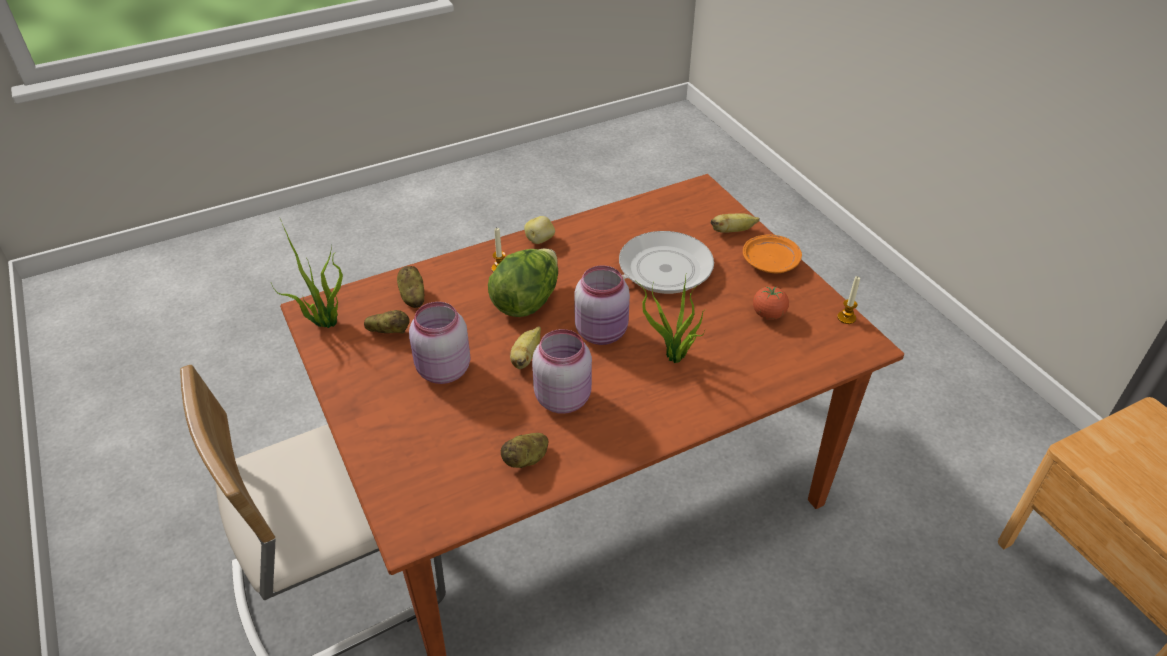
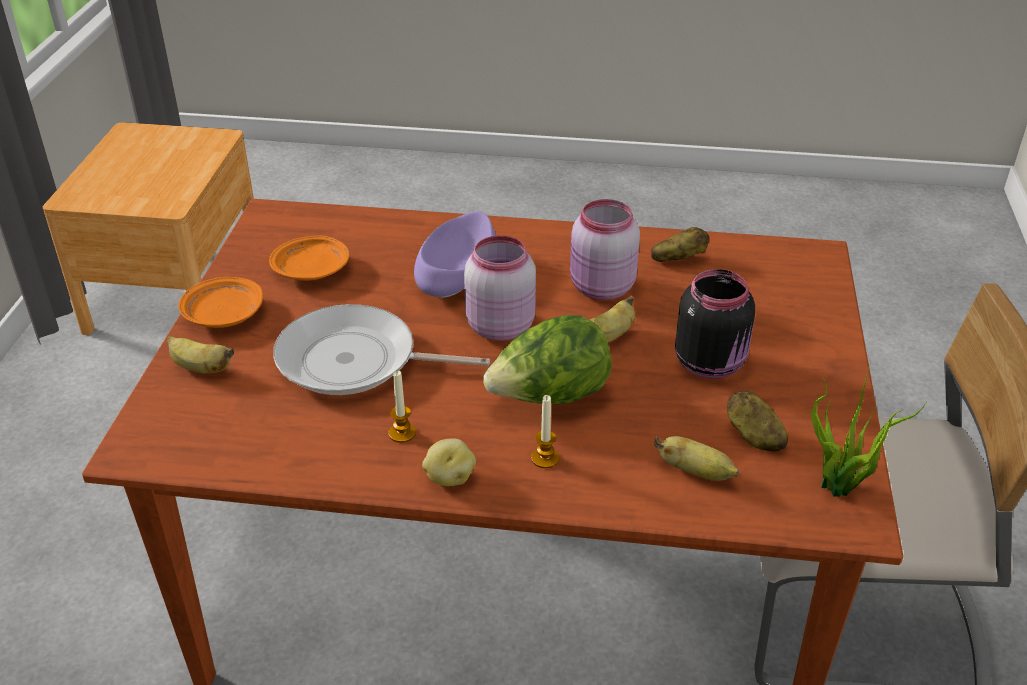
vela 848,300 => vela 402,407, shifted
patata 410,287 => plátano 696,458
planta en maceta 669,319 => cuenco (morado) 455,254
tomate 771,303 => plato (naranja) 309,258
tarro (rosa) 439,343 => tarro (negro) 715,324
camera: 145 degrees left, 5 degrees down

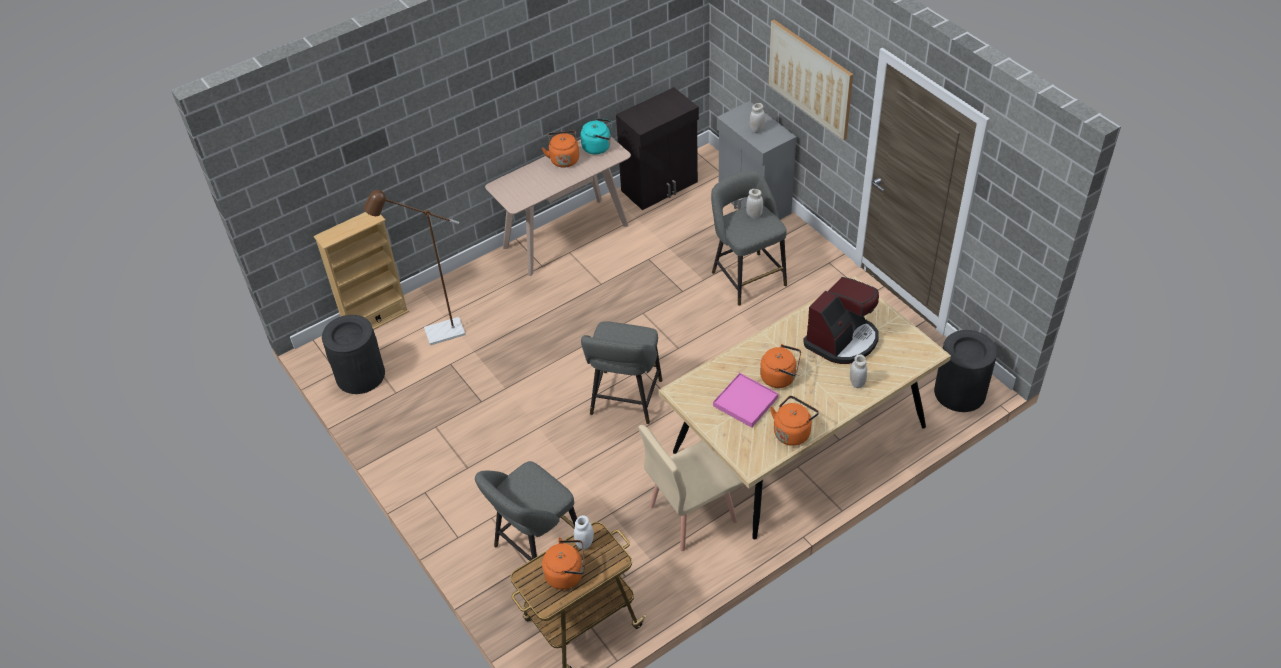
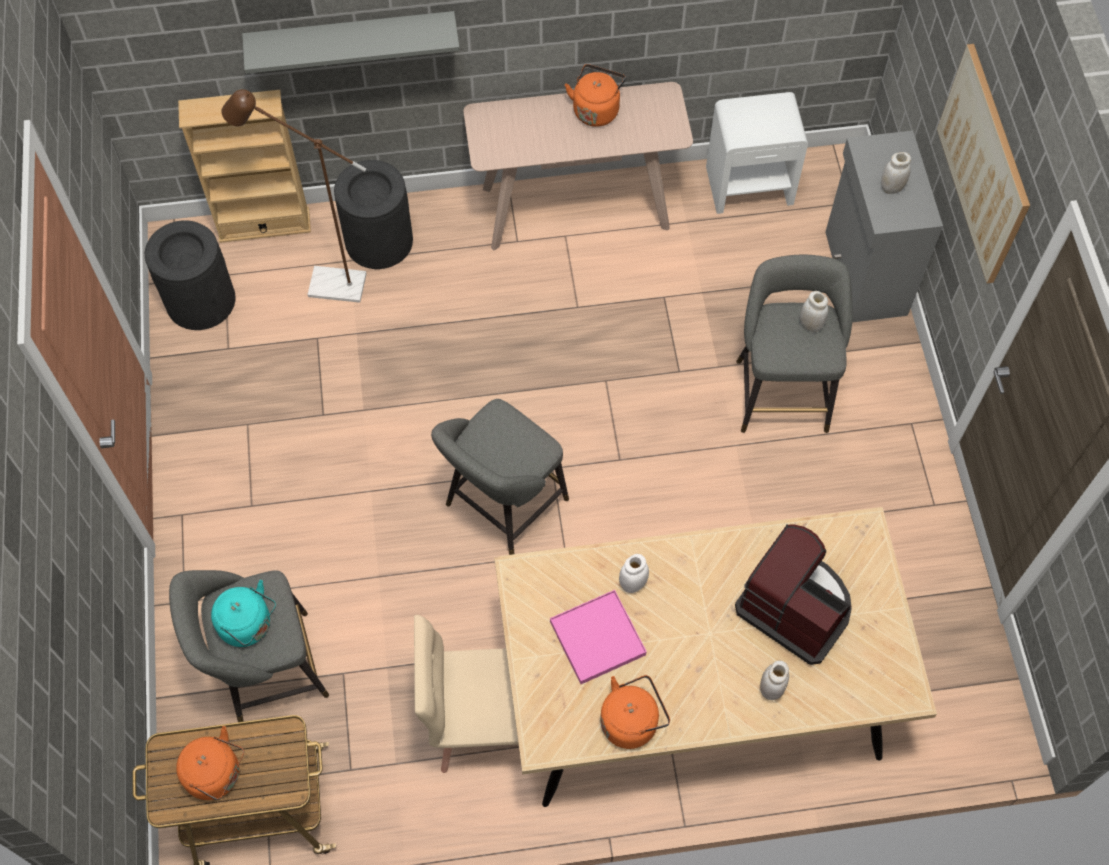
hervidor (naranja) 780,366 => nothing
nothing => estante (gris) 351,42
tarro (blanco) 584,532 => tarro (blanco) 634,573, shifted
hervidor (turquesa) 596,136 => hervidor (turquesa) 243,613, shifted
papelera (negro) 965,371 => papelera (negro) 373,214, shifted
armario (negro) 657,148 => mesita de noche (blanco) 757,153
cafetera 841,320 => cafetera 793,594, 120 degrees counterclockwise
camera: 25 degrees right, 15 degrees up

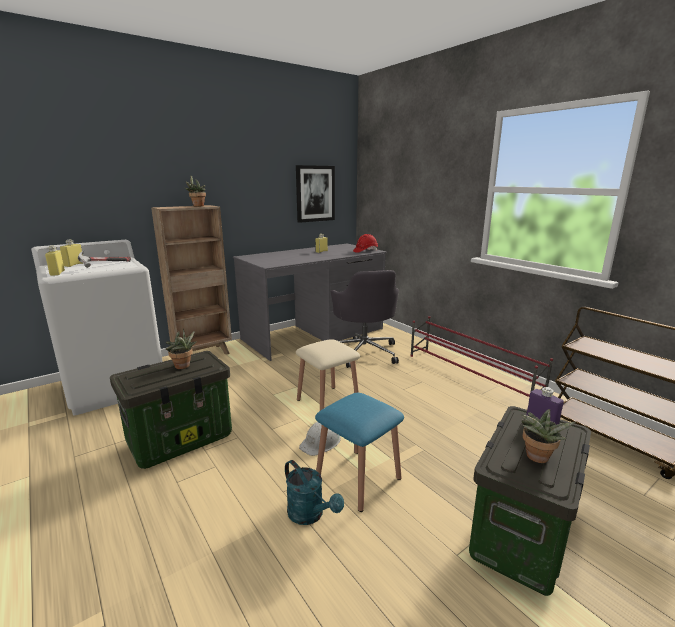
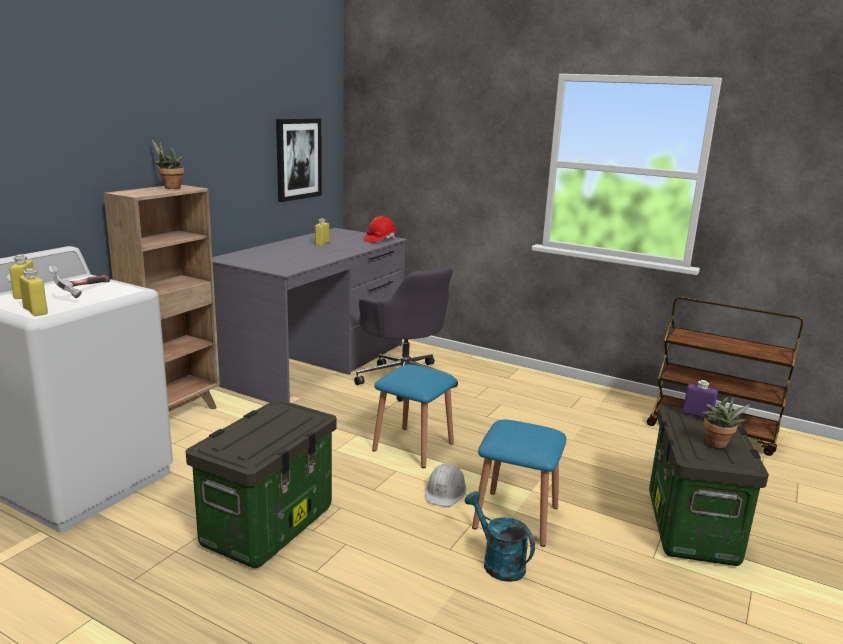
planta en maceta 181,349 => nothing
zapatero (rojo) 481,362 => nothing
taburete (beis) 328,375 => taburete (azul) 414,416
regadera (turquesa) 314,492 => regadera (turquesa) 500,536, 150 degrees counterclockwise
camera: 25 degrees left, 0 degrees up

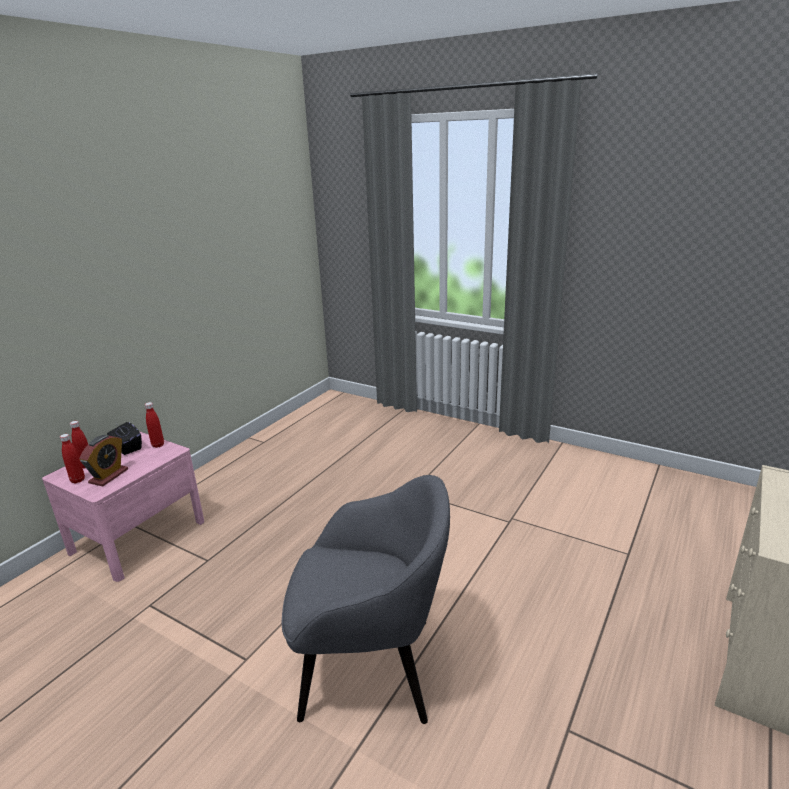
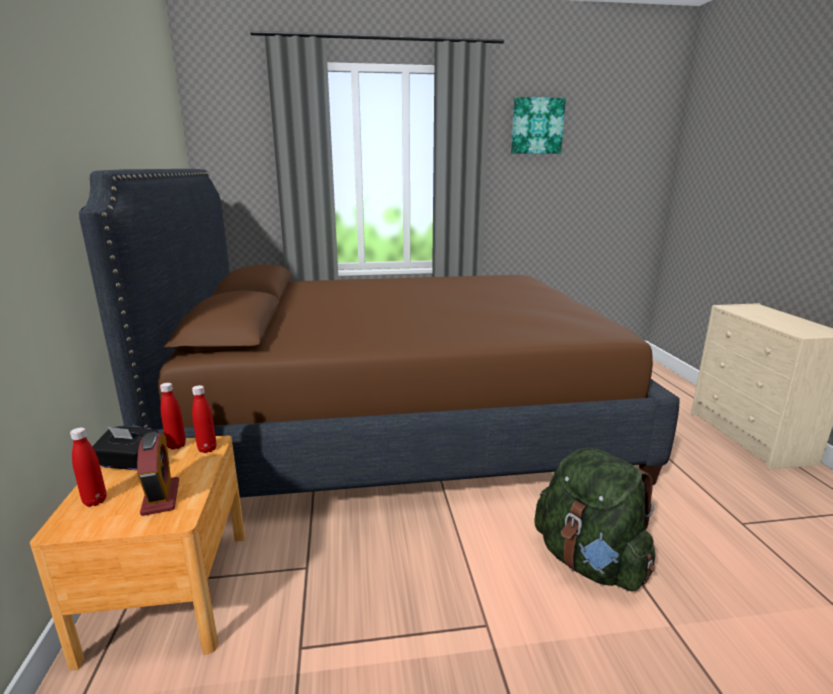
nothing => cama (marrón) 379,333
nothing => cuadro 538,125
botella (rojo) 72,459 => botella (rojo) 204,419, shifted
sillón (gris) 366,599 => mochila (verde) 595,519
mesita de noche (rosa) 123,507 => mesita de noche (marrón) 137,552
camera: 40 degrees left, 5 degrees down

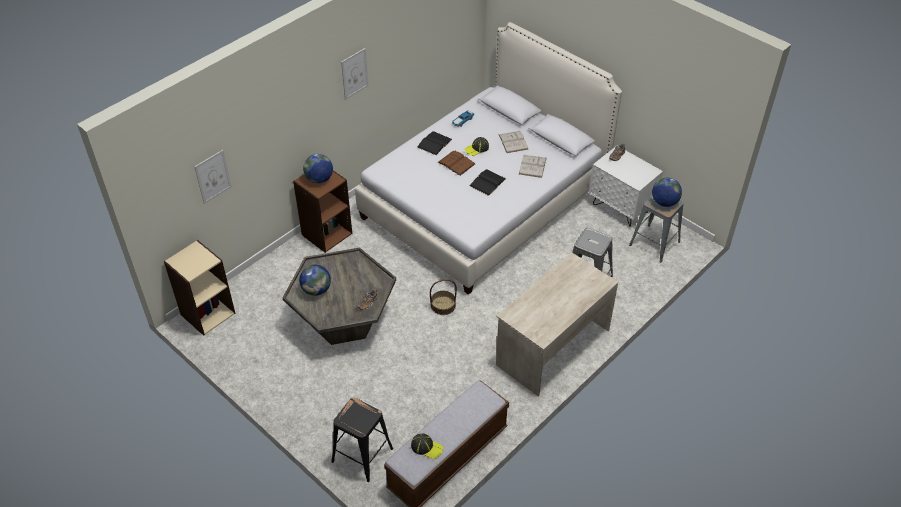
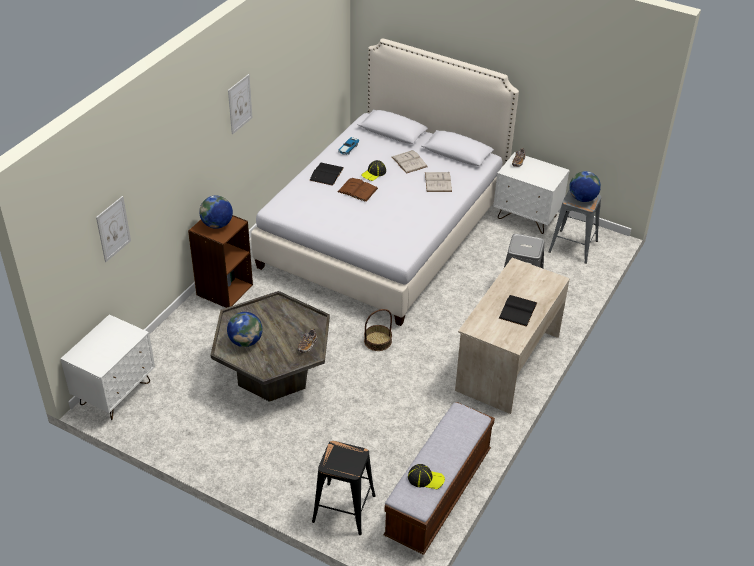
libro (negro) 488,182 => libro (negro) 518,311, shifted
estantería (beis) 199,288 => mesita de noche (blanco) 108,367
camera: 15 degrees left, 5 degrees down

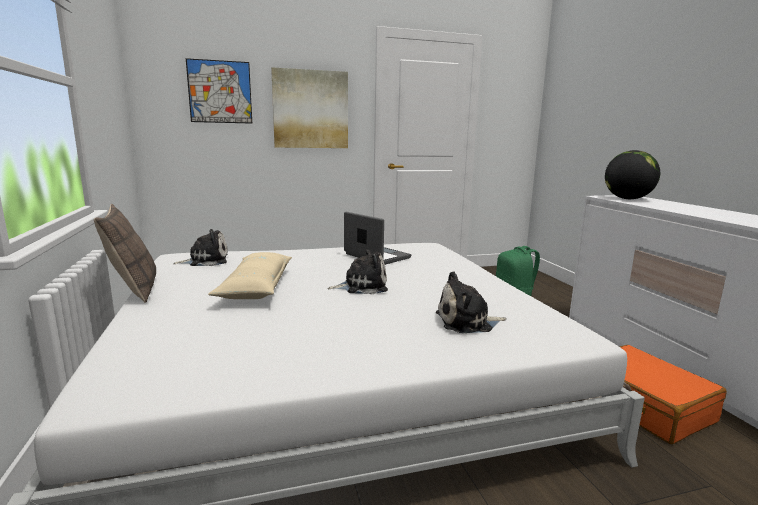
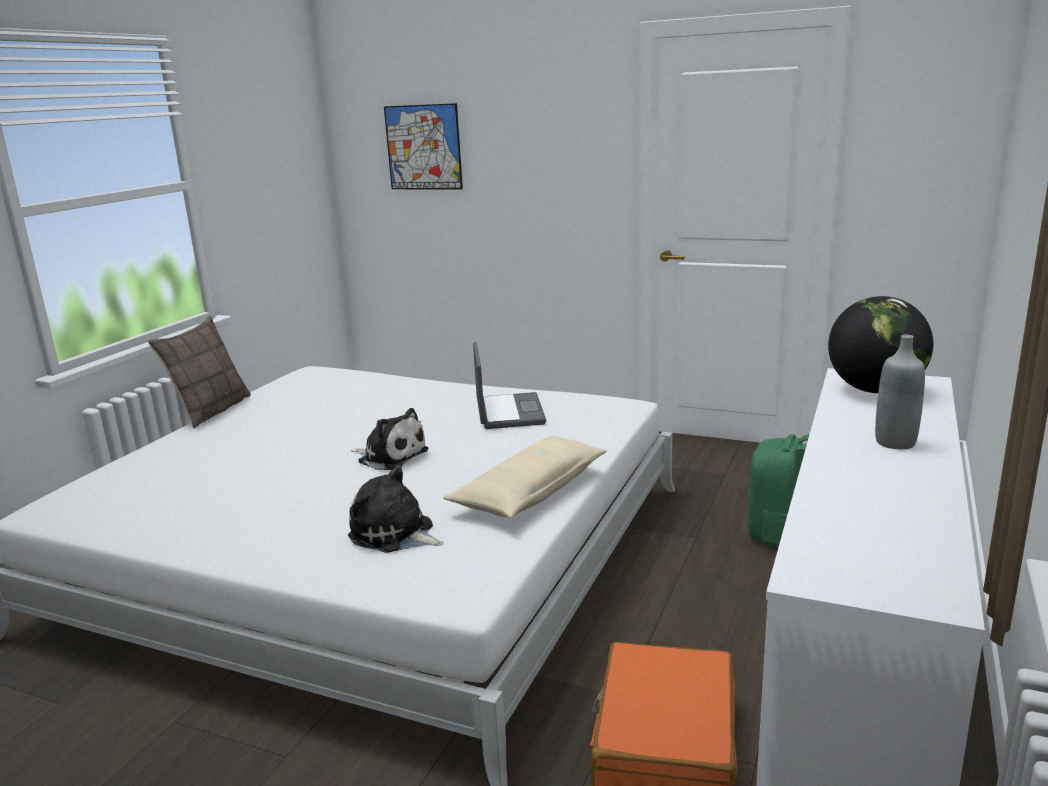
peluche 200,247 => nothing
cuadro 309,107 => nothing
nothing => botella (gris) 900,391
cojín (beis) 250,275 => cojín (beis) 525,477, shifted
camera: 40 degrees right, 5 degrees up

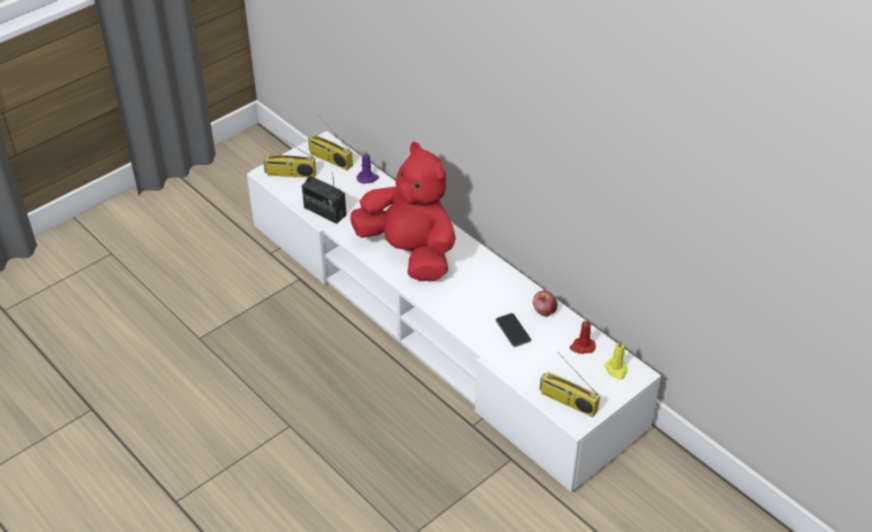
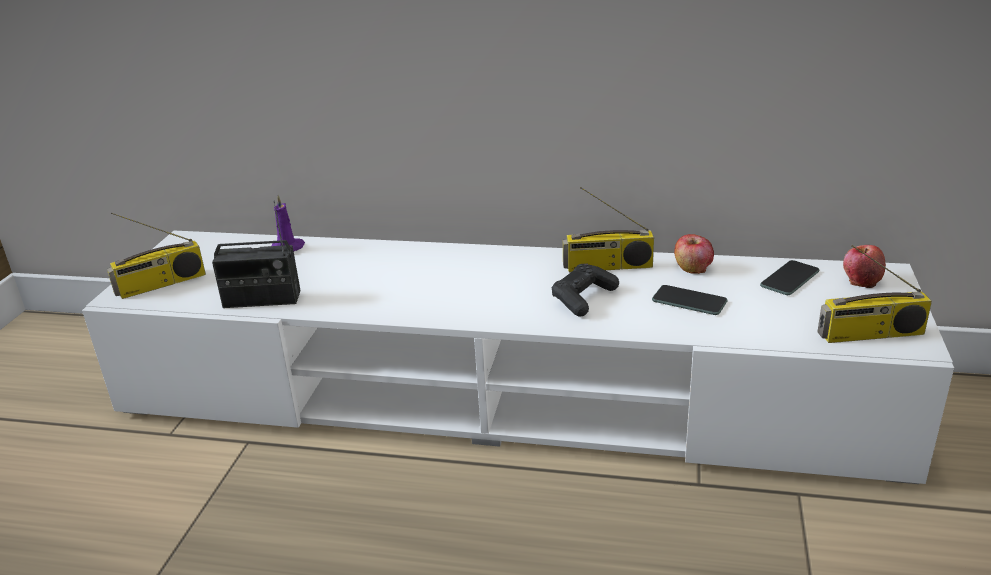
peluche (rojo) 403,211 => nothing
nothing => mando de consola (negro) 585,290
radio 330,142 => radio 608,229, shifted
vela (rojo) 583,336 => móvil 790,277
vela (amarillo) 616,360 => manzana 864,266
camera: 35 degrees left, 15 degrees down

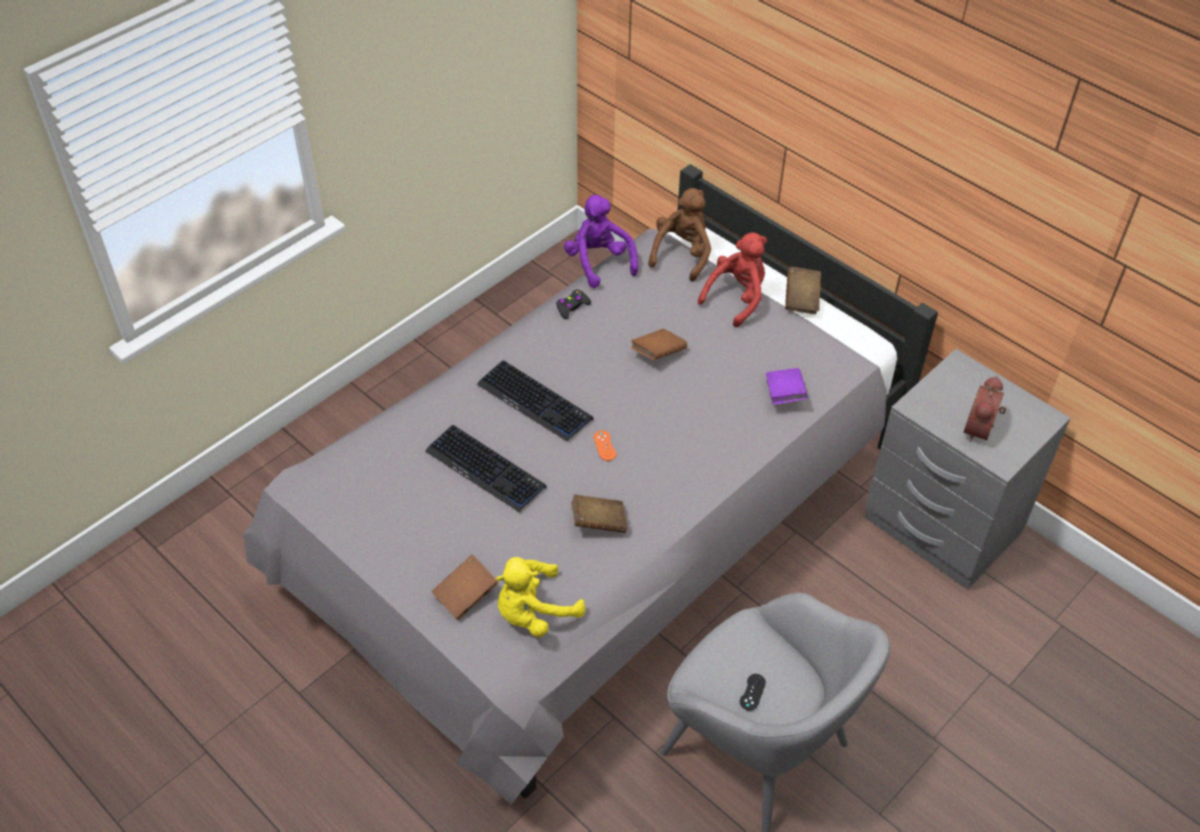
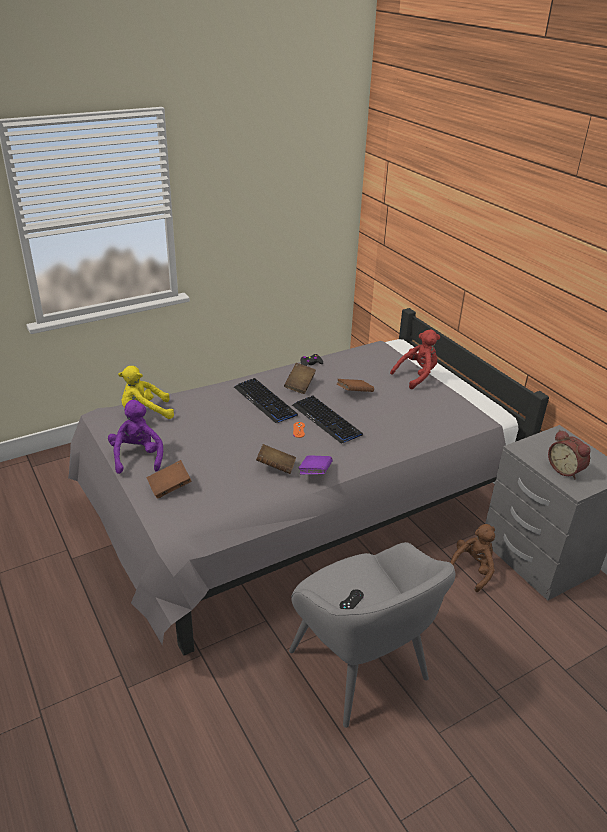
teclado 485,469 => teclado 327,419, shifted
peluche (amarillo) 540,597 => peluche (amarillo) 146,392, shifted
peluche (morado) 601,241 => peluche (morado) 135,437, shifted
peluche (marrón) 679,235 => peluche (marrón) 472,558, shifted
libro (morado) 787,386 => libro (morado) 316,465, shifted
libro (marrón) 803,290 => libro (marrón) 300,378, shifted
despertador 985,409 => despertador 569,454, 75 degrees counterclockwise
camera: 15 degrees right, 15 degrees down

